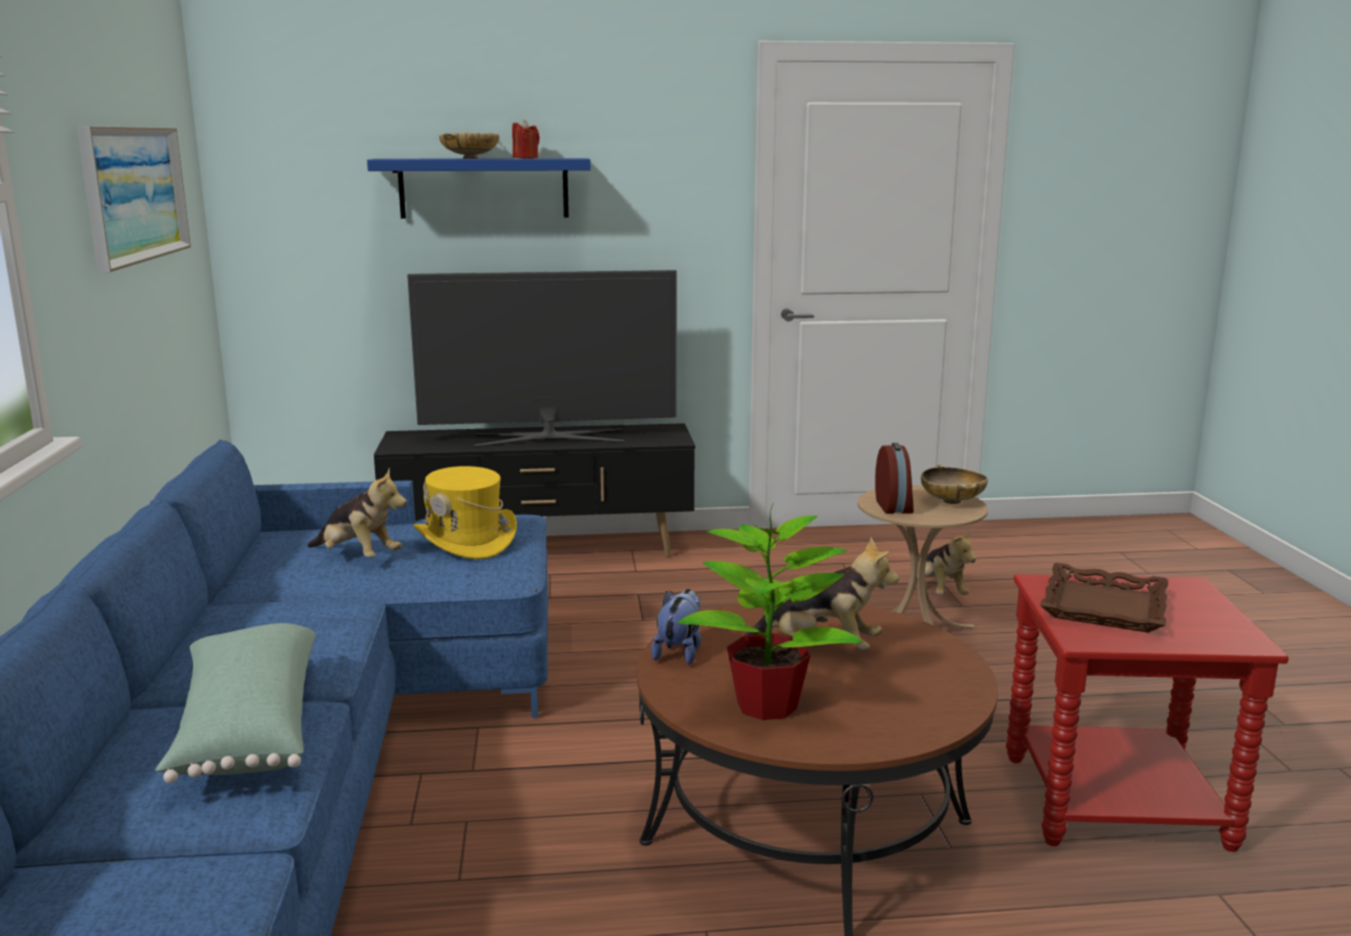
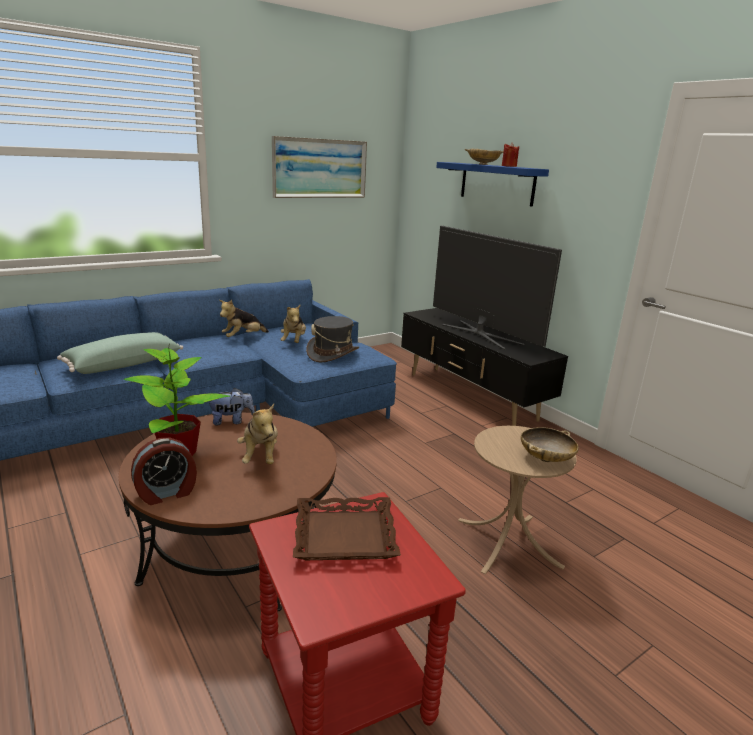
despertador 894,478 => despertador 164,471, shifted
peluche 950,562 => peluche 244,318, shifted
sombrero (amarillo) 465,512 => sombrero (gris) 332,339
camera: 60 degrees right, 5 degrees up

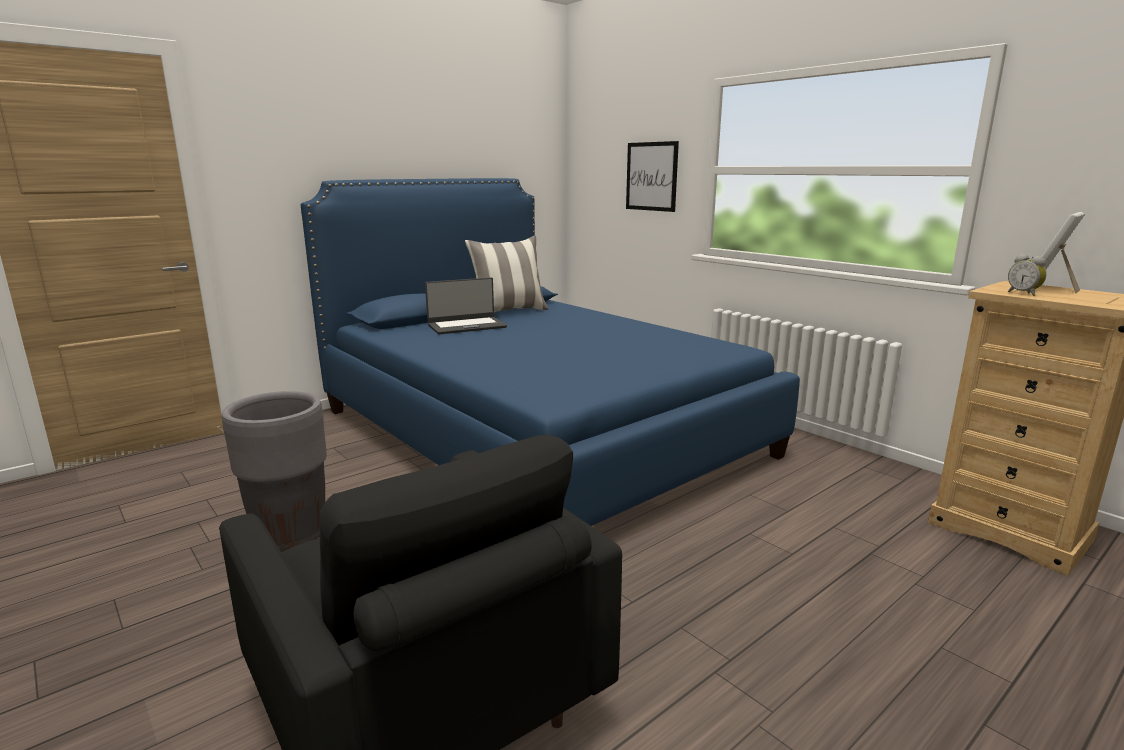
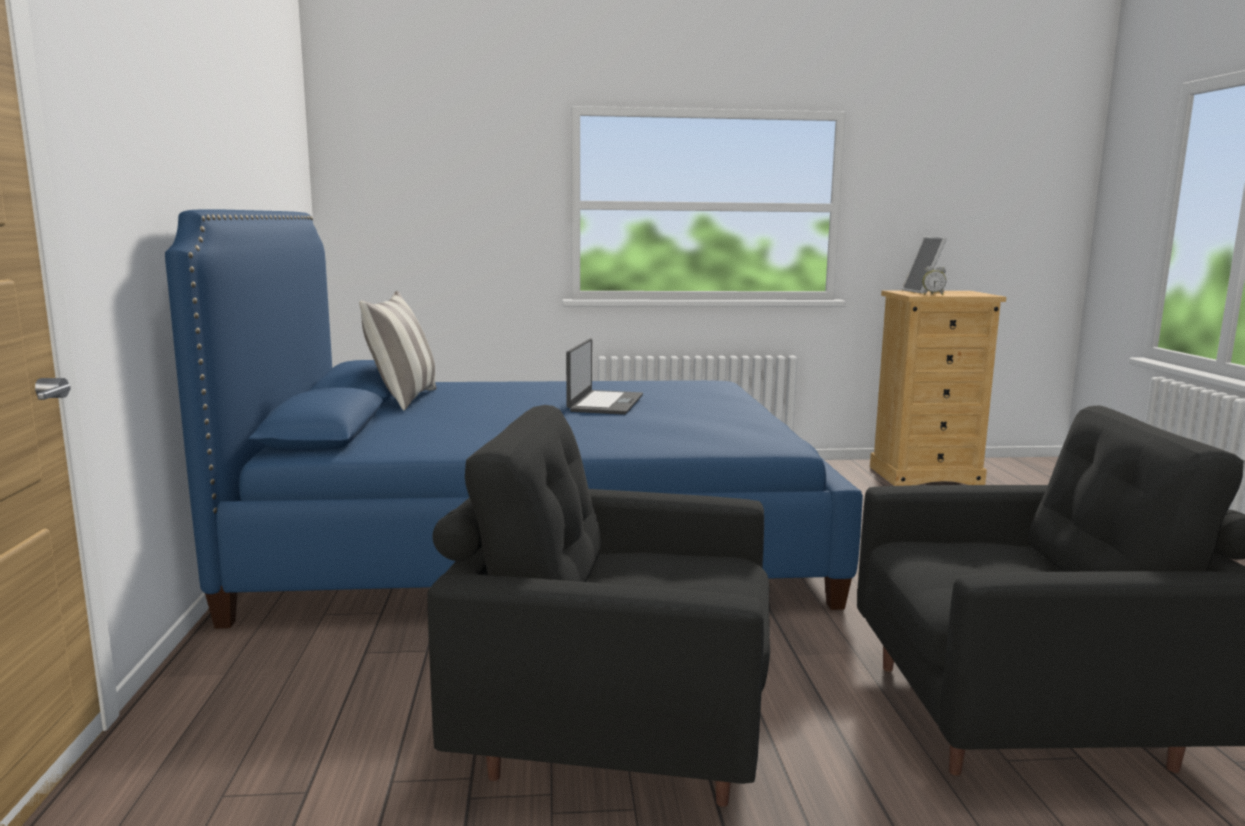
cuadro 652,176 => nothing
portátil 466,305 => portátil 604,377, shifted
maceta (gris) 274,471 => sillón (negro) 598,606
camera: 55 degrees left, 5 degrees down

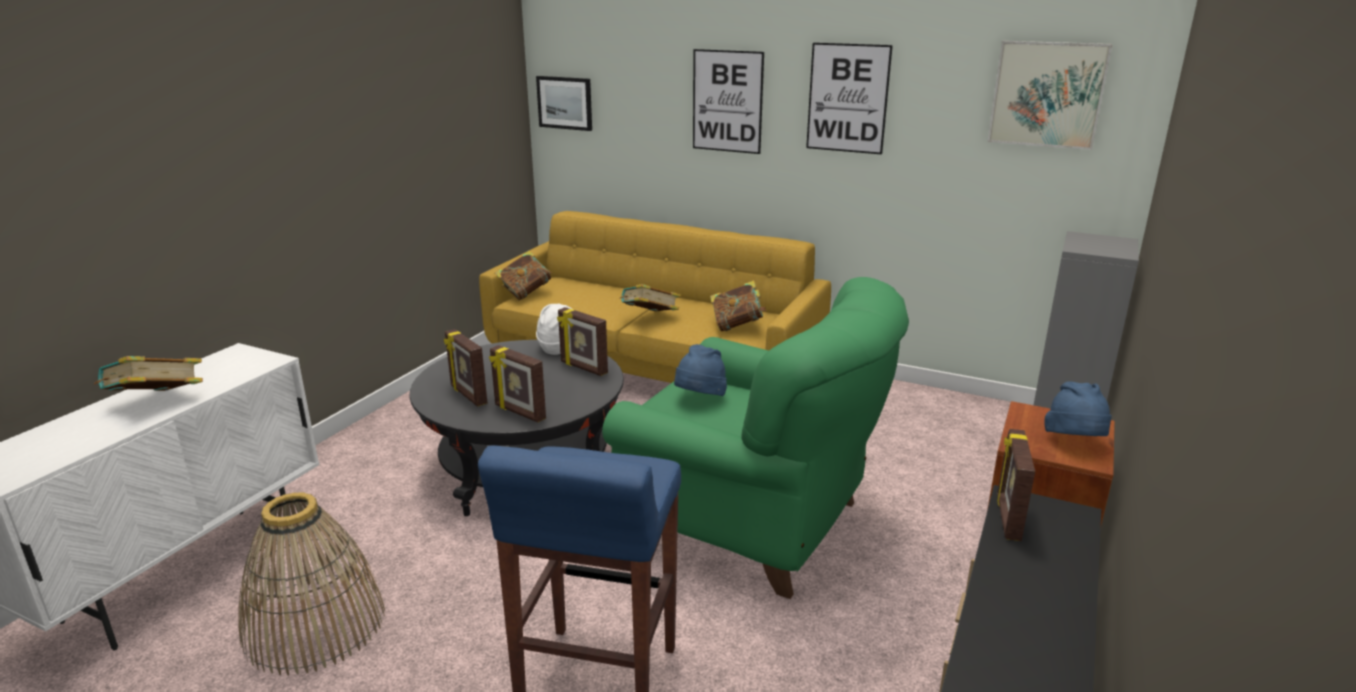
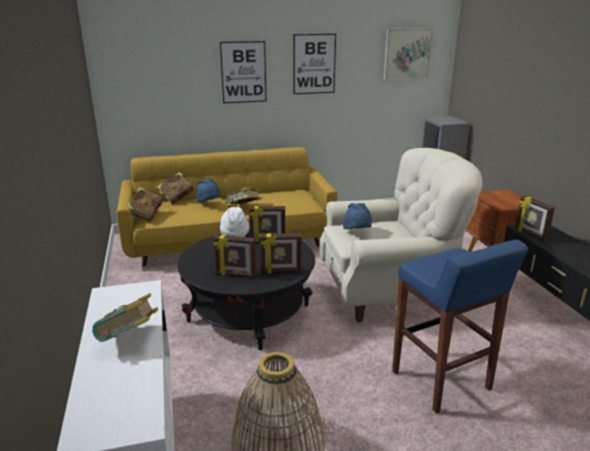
cuadro 564,103 => nothing
libro 738,306 => libro 175,188, shifted
sombrero (azul) 1078,408 => sombrero (azul) 208,190, shifted
sillón (verde) 755,438 => sillón (beis) 401,235
camera: 40 degrees left, 0 degrees up

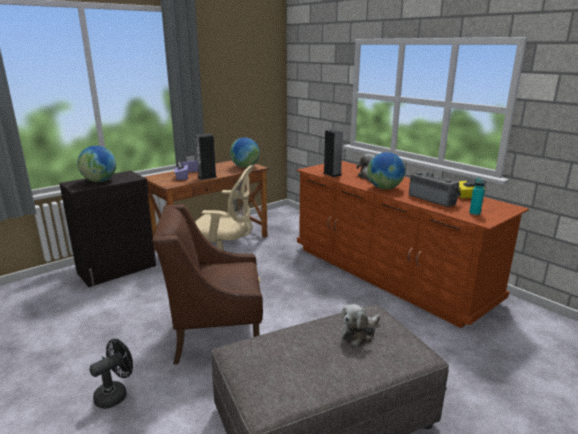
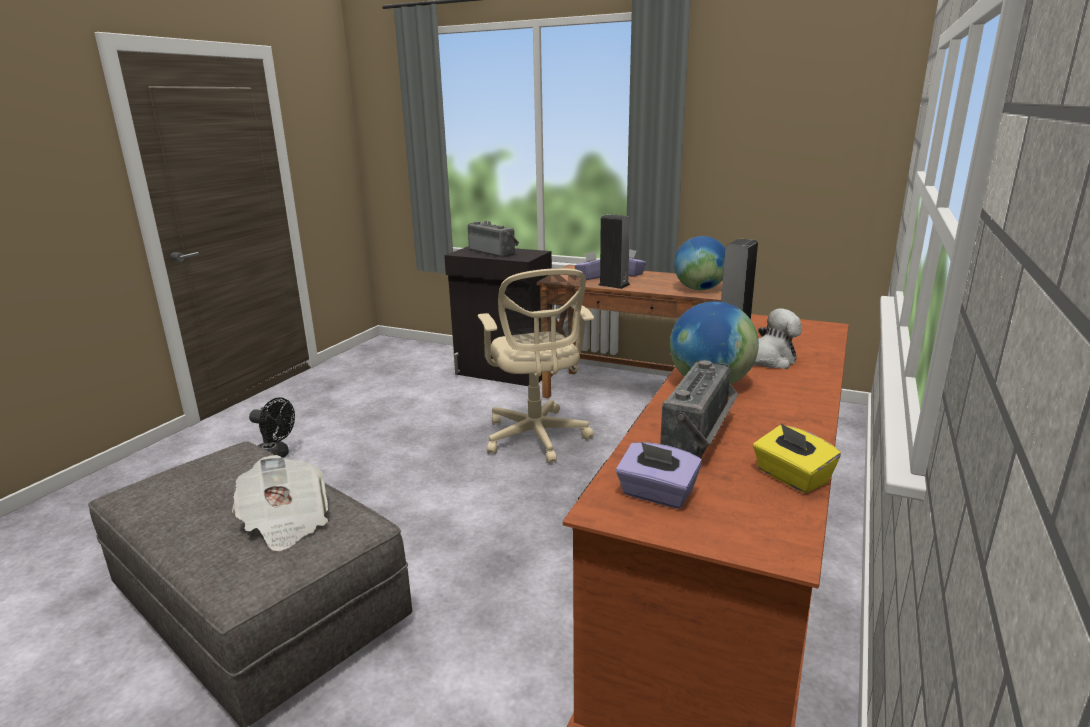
sillón (marrón) 207,284 => nothing
globo terráqueo 97,164 => radio 493,239
peluche 360,325 => periódico 280,503
botella (turquesa) 476,196 => caja de pañuelos (morado) 659,475
camera: 65 degrees right, 0 degrees up

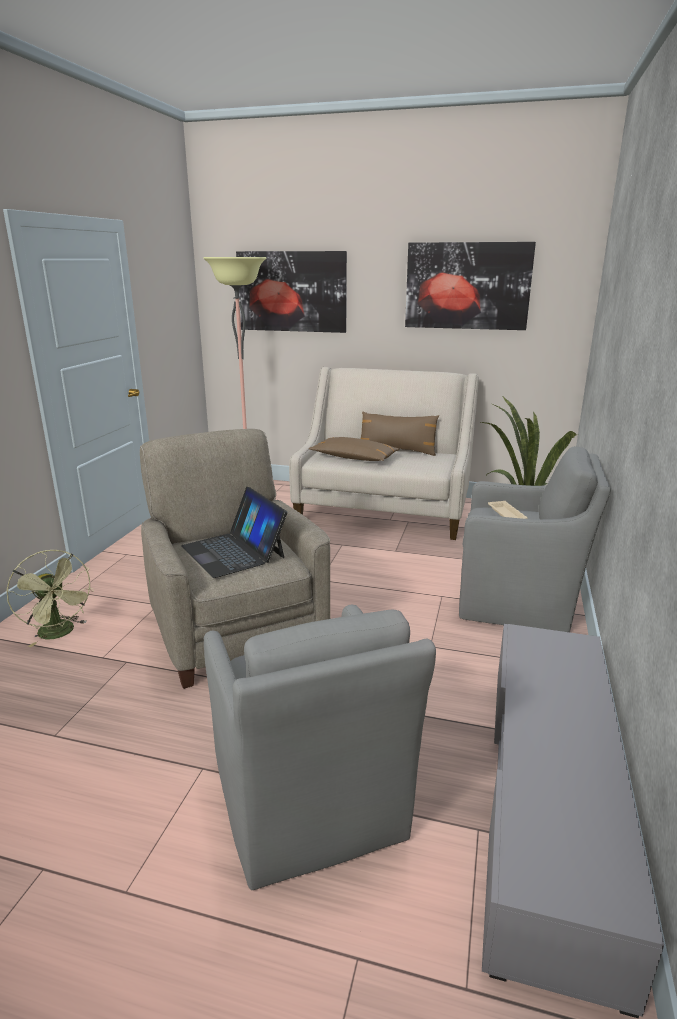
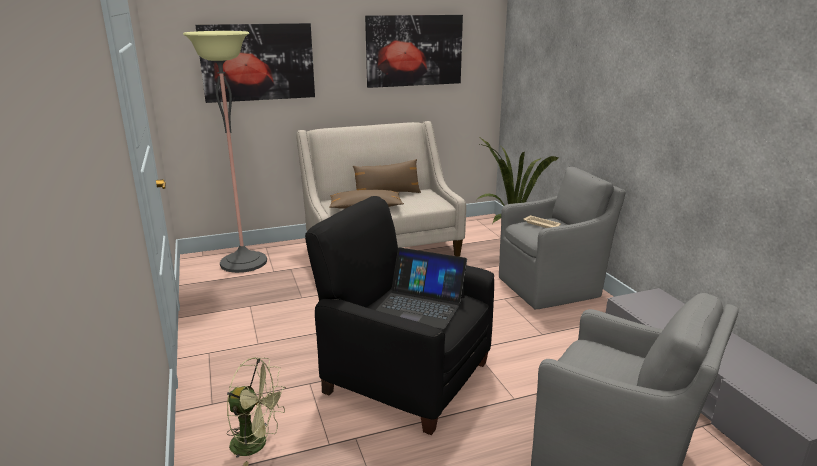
sillón (beis) 235,559 => sillón (negro) 399,315
camera: 35 degrees left, 0 degrees up

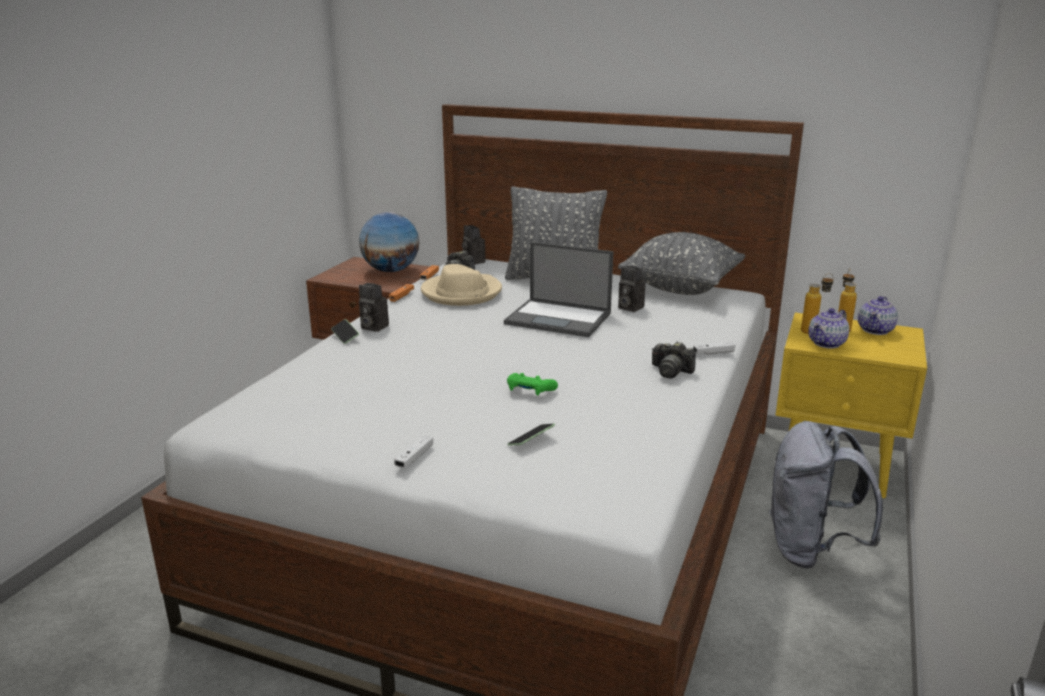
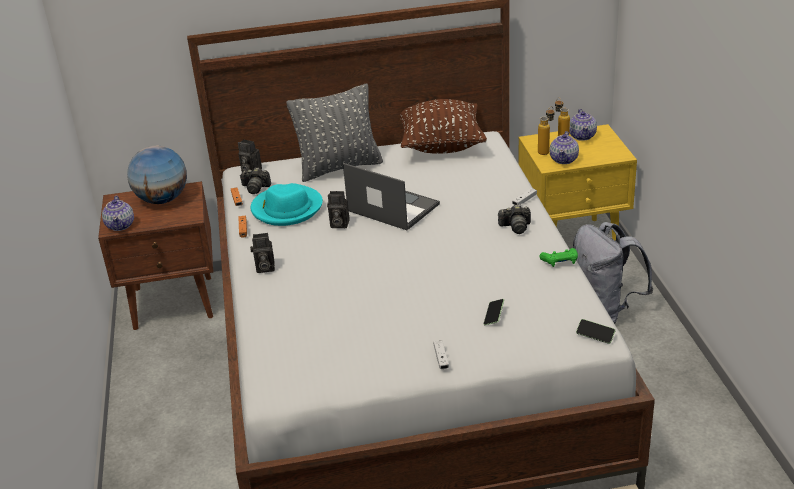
nothing => tetera 118,213
móvil 345,331 => móvil 595,331, shifted
mando de consola (verde) 532,384 => mando de consola (verde) 558,257, shifted
cámara 631,289 => cámara 338,209, shifted
sombrero (beis) 461,285 => sombrero (turquesa) 287,204
cojín (gris) 681,263 => cojín (marrón) 443,126
portátil 559,289 => portátil 391,196, 135 degrees counterclockwise
camera: 30 degrees left, 10 degrees up

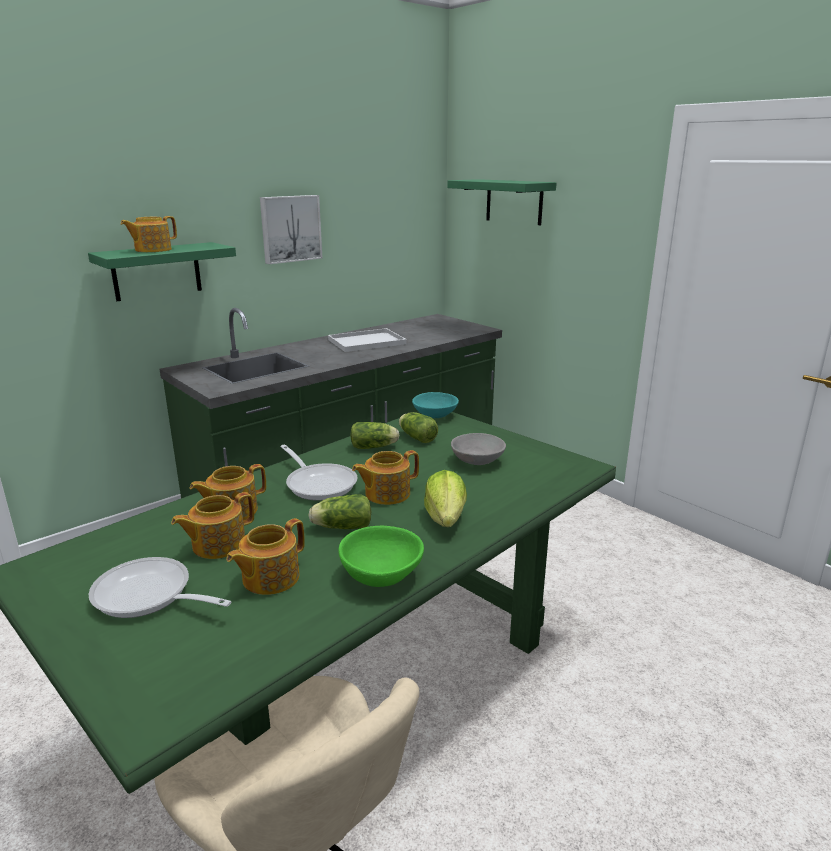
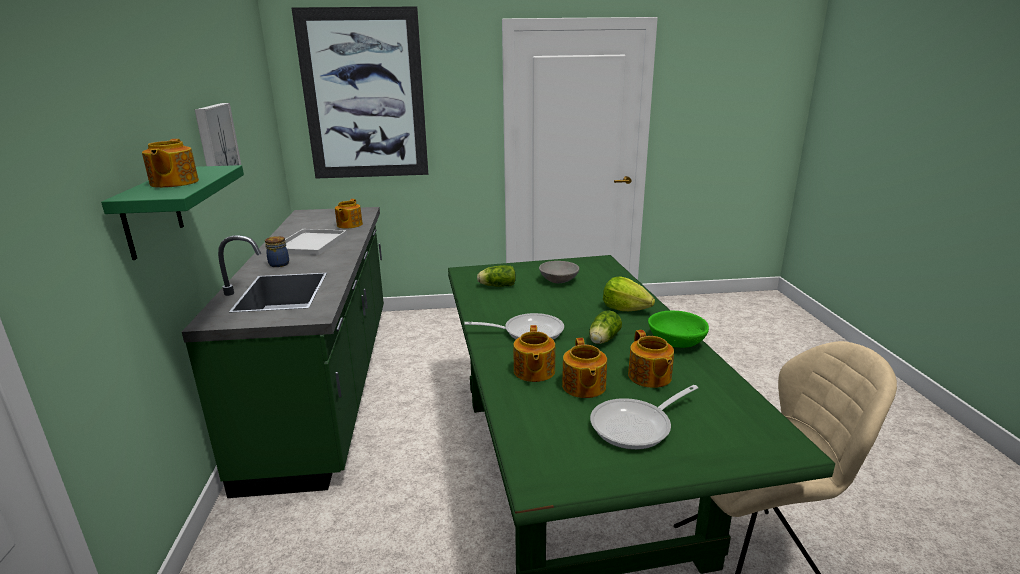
lechuga 374,435 => nothing
cuenco (turquesa) 435,405 => nothing
nothing => tarro 277,251
tetera 385,477 => tetera 349,213, shifted
estante (verde) 502,202 => cuadro 360,93
camera: 55 degrees left, 0 degrees up

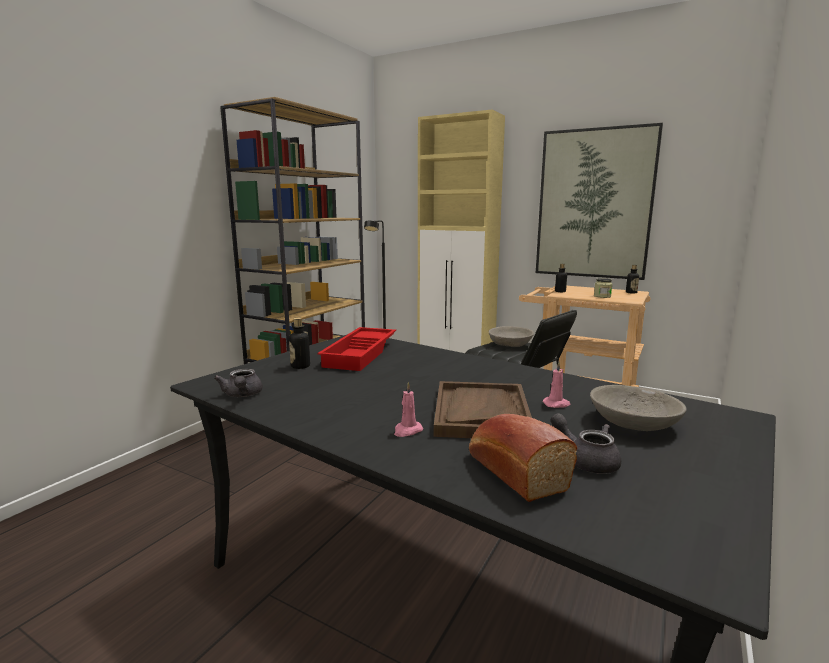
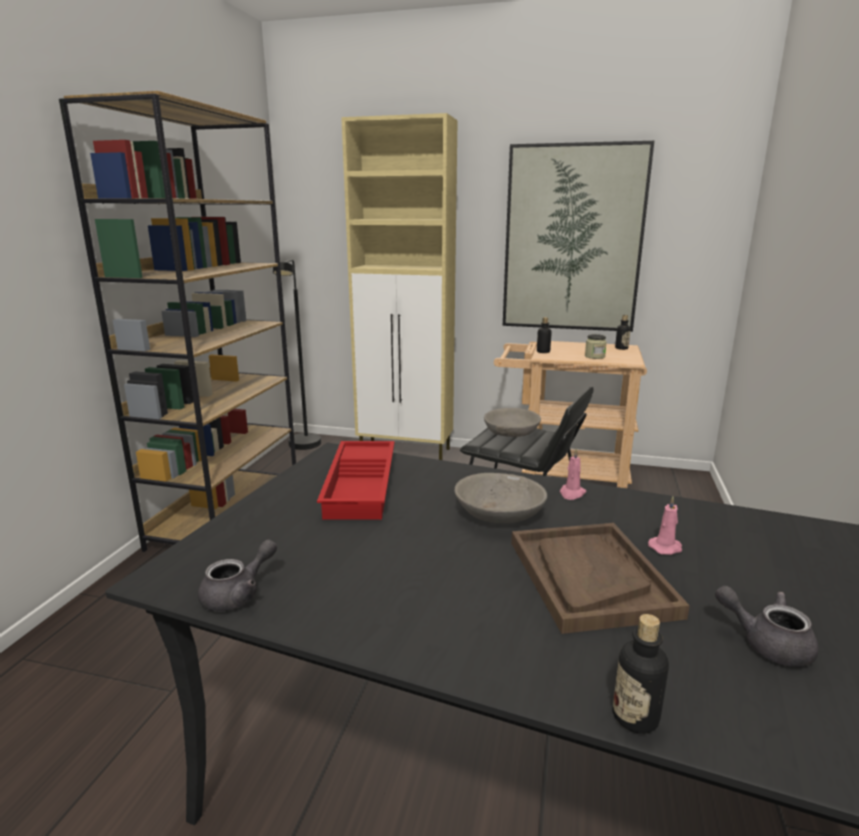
pan 523,458 => nothing
botella 299,343 => botella 641,674, shifted
vela (rosa) 408,409 => vela (rosa) 573,474, shifted
cuenco (gris) 638,408 => cuenco (gris) 500,498, shifted
tetera (gris) 238,383 => tetera (gris) 237,575, 105 degrees counterclockwise
camera: 15 degrees left, 5 degrees up

